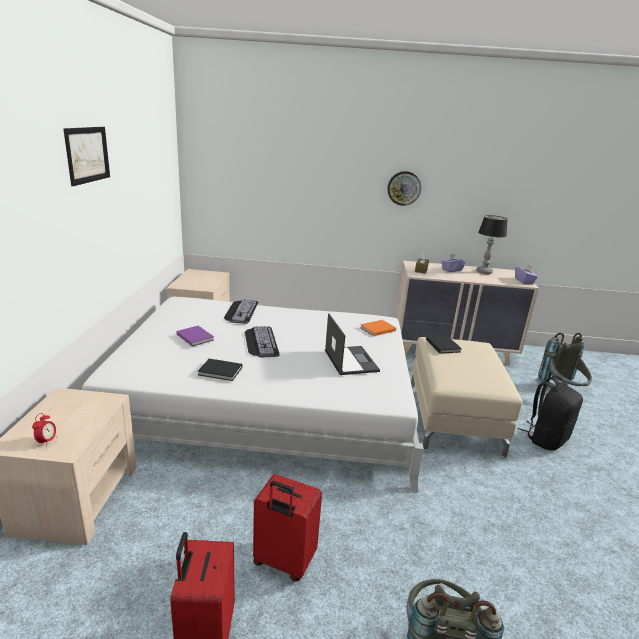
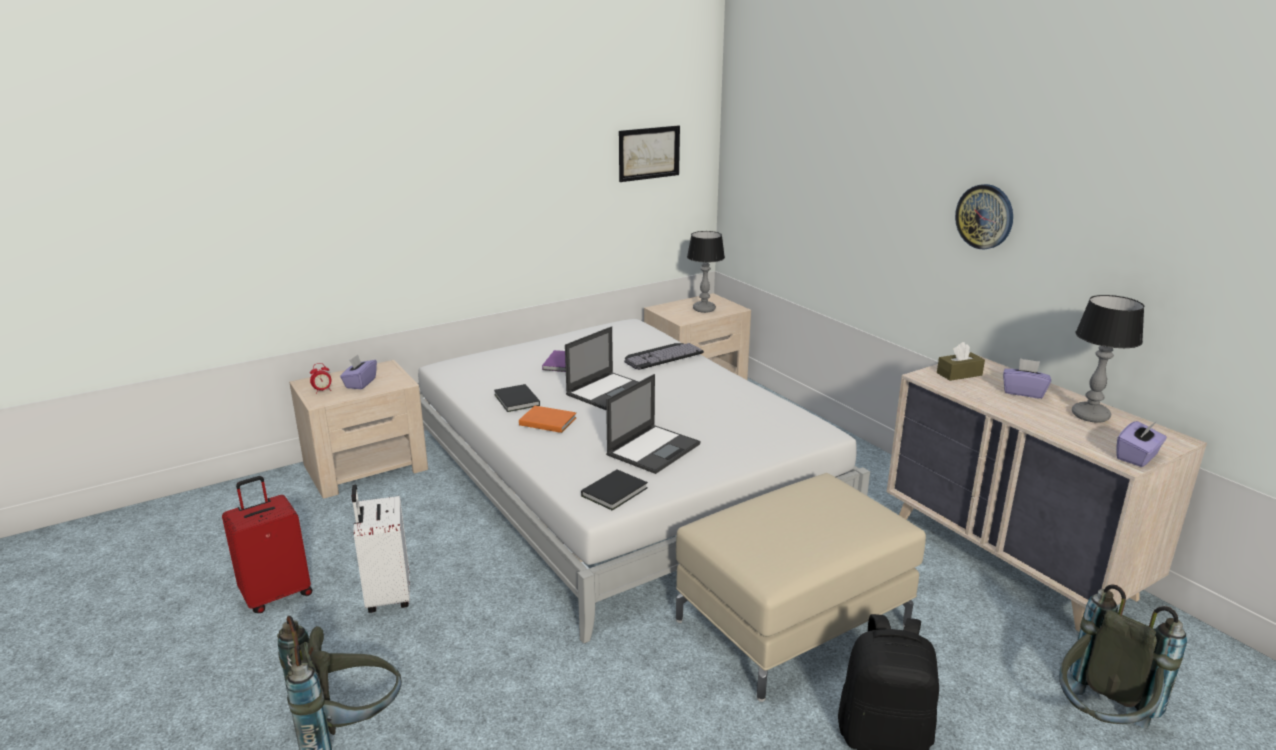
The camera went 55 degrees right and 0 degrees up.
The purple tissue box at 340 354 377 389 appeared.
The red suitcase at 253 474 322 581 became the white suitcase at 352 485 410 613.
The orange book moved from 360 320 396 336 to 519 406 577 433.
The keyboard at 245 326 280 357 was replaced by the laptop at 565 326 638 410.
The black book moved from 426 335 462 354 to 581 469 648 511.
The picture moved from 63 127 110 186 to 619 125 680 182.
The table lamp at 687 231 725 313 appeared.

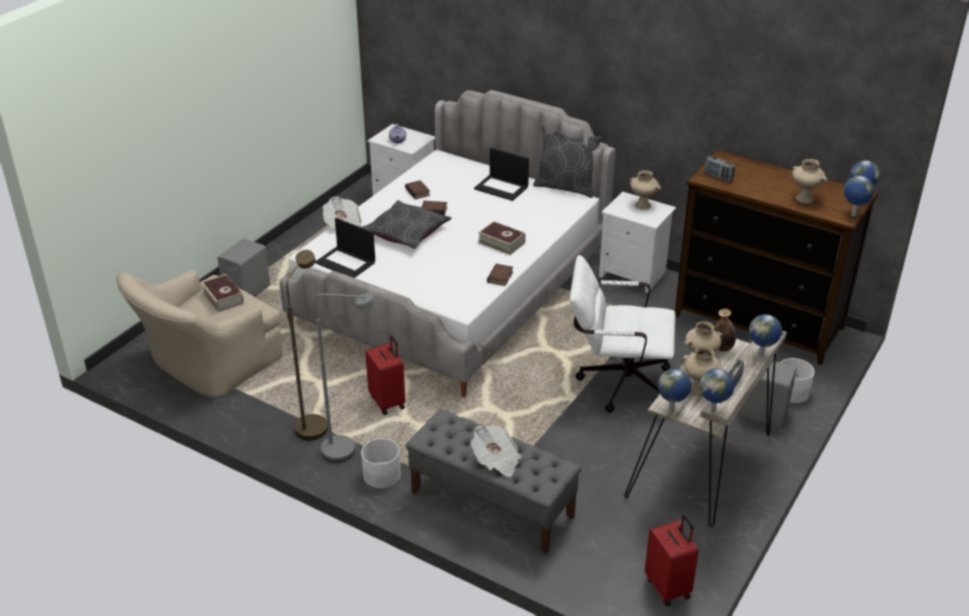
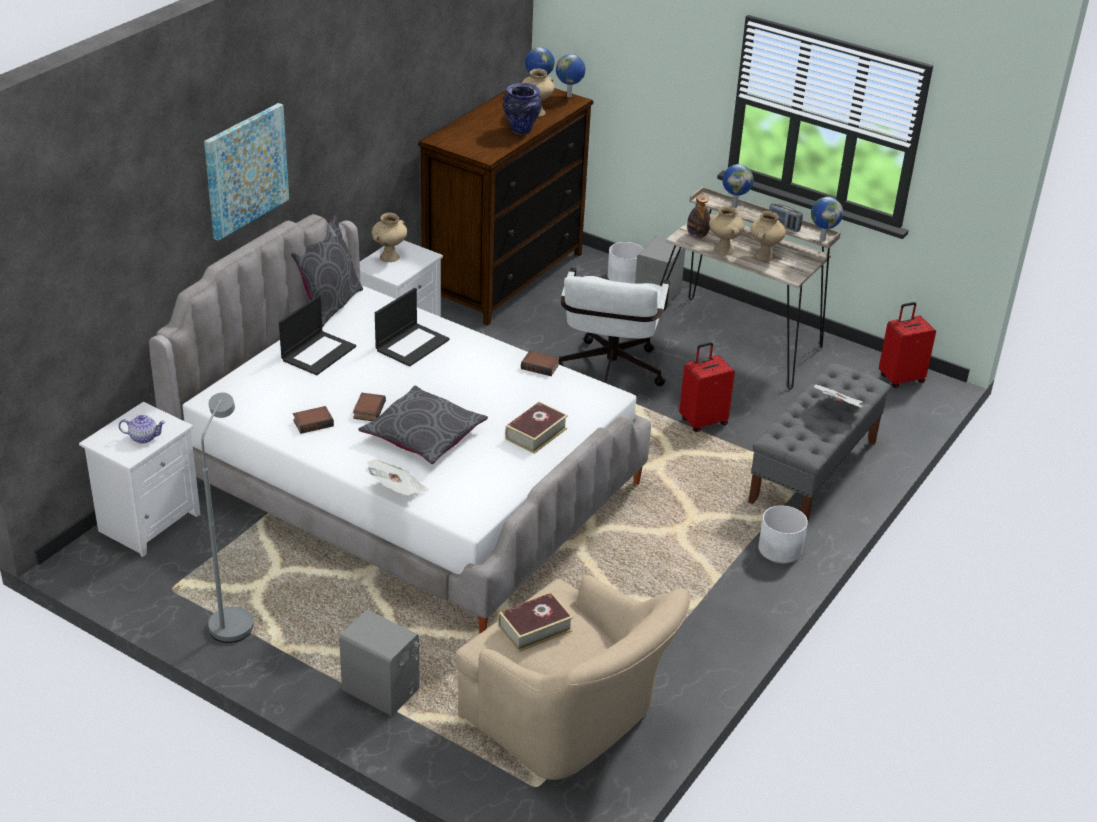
The camera went 90 degrees left and 0 degrees up.
The grey floor lamp moved from 315 293 376 462 to 201 393 254 643.
The picture at 204 103 289 241 appeared.
The laptop moved from 315 218 375 278 to 375 288 450 367.
The vase at 503 83 542 134 appeared.
The book moved from 478 221 526 255 to 505 401 568 454.
The red suitcase moved from 365 335 405 415 to 679 342 735 432.
The brown floor lamp at 286 250 328 440 disappeared.
The globe at 658 369 691 412 disappeared.
The radio at 704 156 735 182 disappeared.

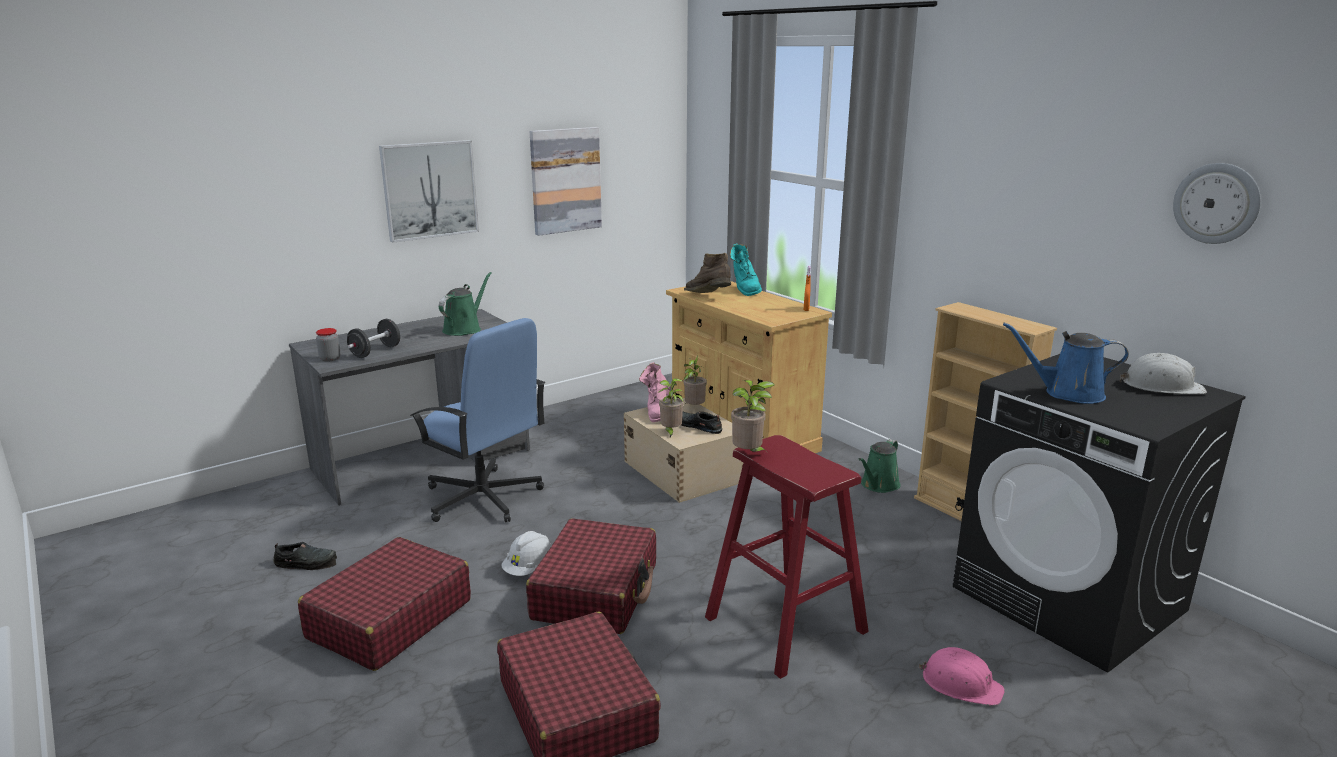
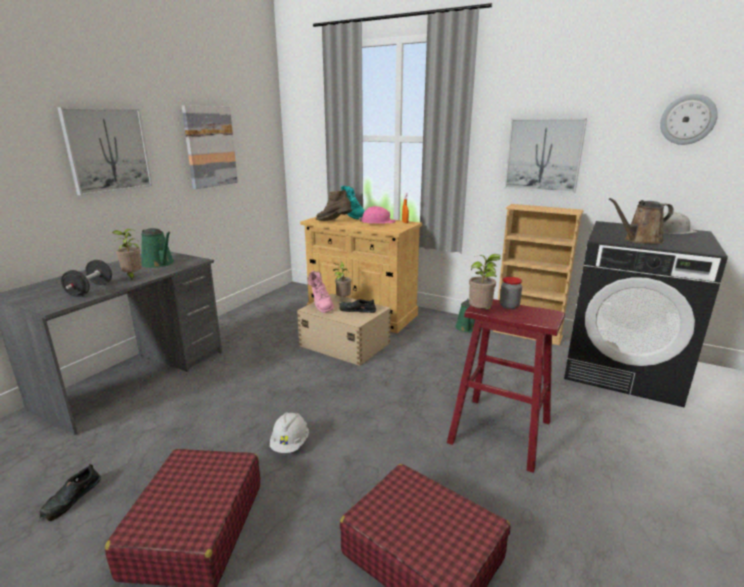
The camera went 25 degrees left and 0 degrees up.
The black shoe at 273 542 337 570 turned 135 degrees clockwise.
The potted plant moved from 659 378 684 437 to 112 229 142 281.
The green watering can at 439 272 492 336 turned 135 degrees clockwise.
The pink hard hat moved from 919 647 1004 706 to 359 206 395 224.
The jar moved from 316 328 340 362 to 500 277 522 309.
The picture at 504 118 587 193 appeared.
The blue watering can at 1003 322 1129 404 became the brown watering can at 609 198 674 244.
The blue office chair at 410 318 545 522 disappeared.
The red suitcase at 526 518 656 634 disappeared.

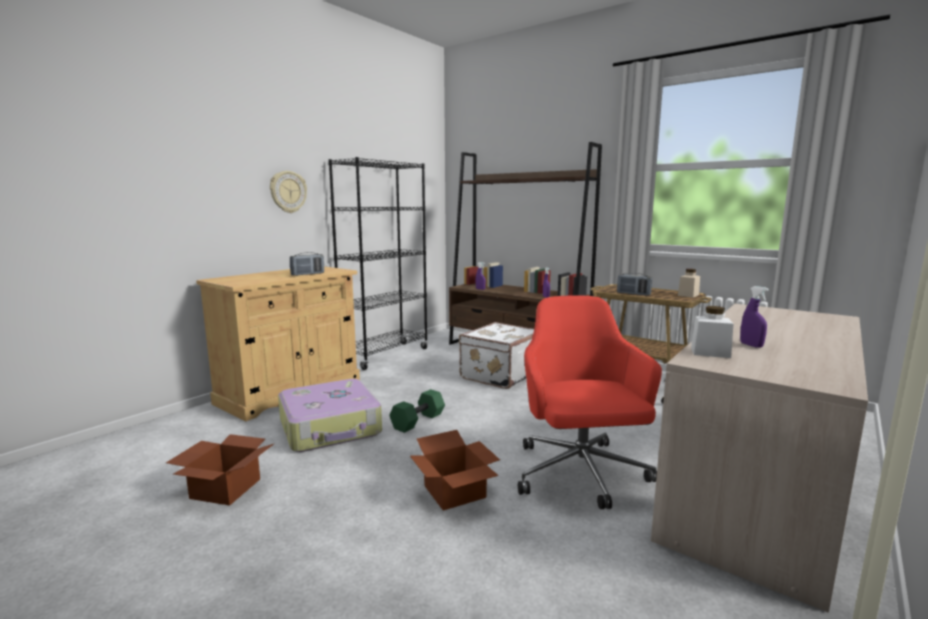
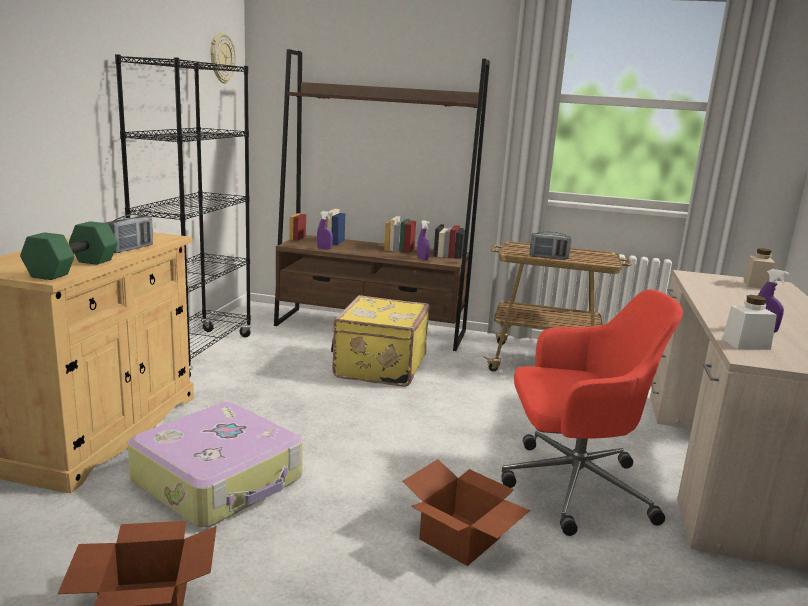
The camera went 25 degrees left and 5 degrees up.
The green dumbbell moved from 390 389 445 433 to 20 221 118 280.
The wall clock moved from 270 171 307 213 to 211 33 236 84.
The white suitcase at 459 322 534 389 became the yellow suitcase at 331 295 430 387.
The red office chair at 518 295 662 509 turned 120 degrees clockwise.
The beige jar moved from 678 269 700 298 to 744 248 775 289.

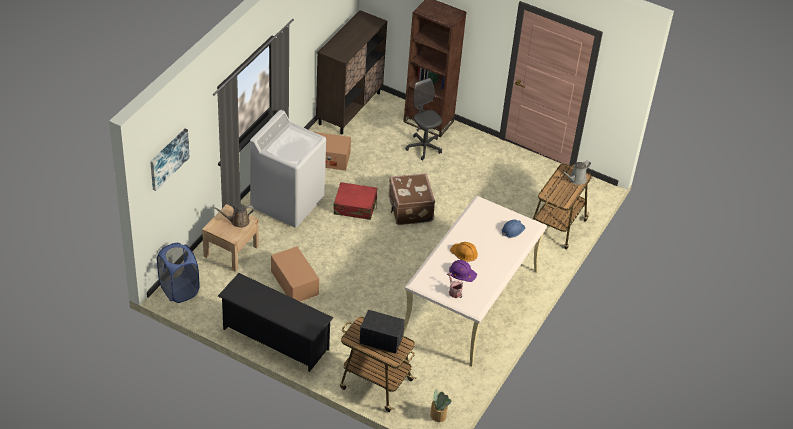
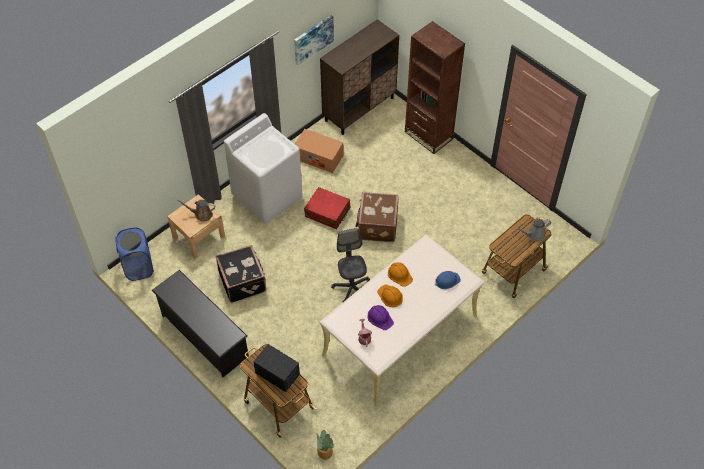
The camera went 20 degrees right and 10 degrees up.
The cardboard box at 271 246 319 301 was replaced by the black suitcase at 216 245 266 303.
The picture moved from 150 129 190 191 to 294 15 334 65.
The grey office chair moved from 405 78 442 161 to 331 228 370 302.
The orange hard hat at 388 262 413 287 appeared.

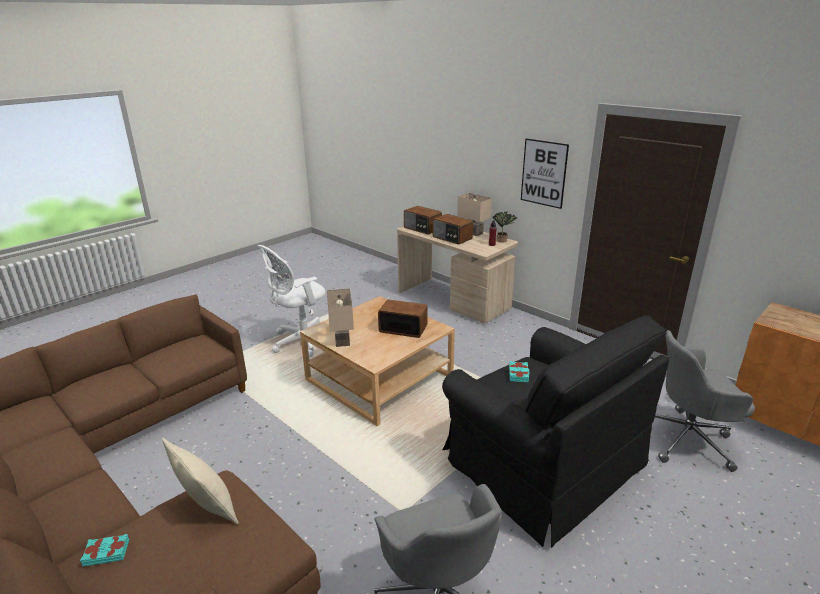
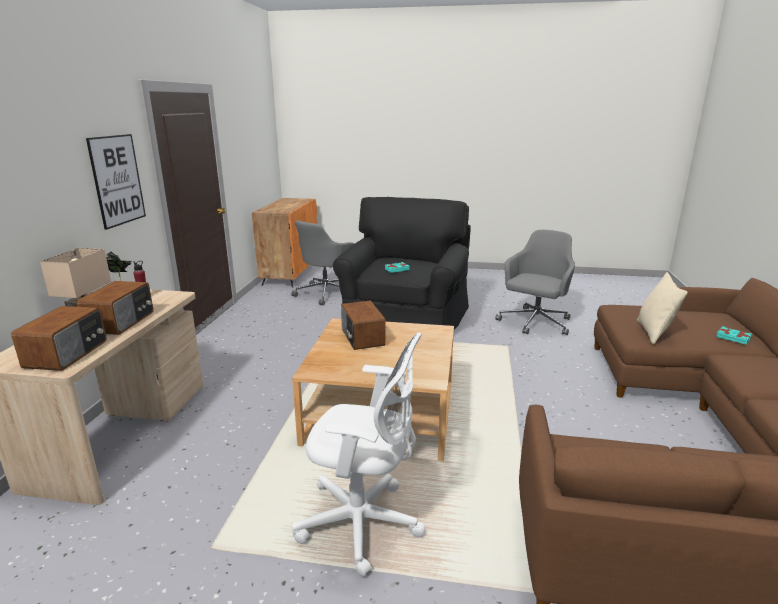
The camera went 125 degrees left and 5 degrees down.
The grey office chair at 655 330 755 472 turned 75 degrees clockwise.
The beige table lamp at 327 288 354 347 disappeared.

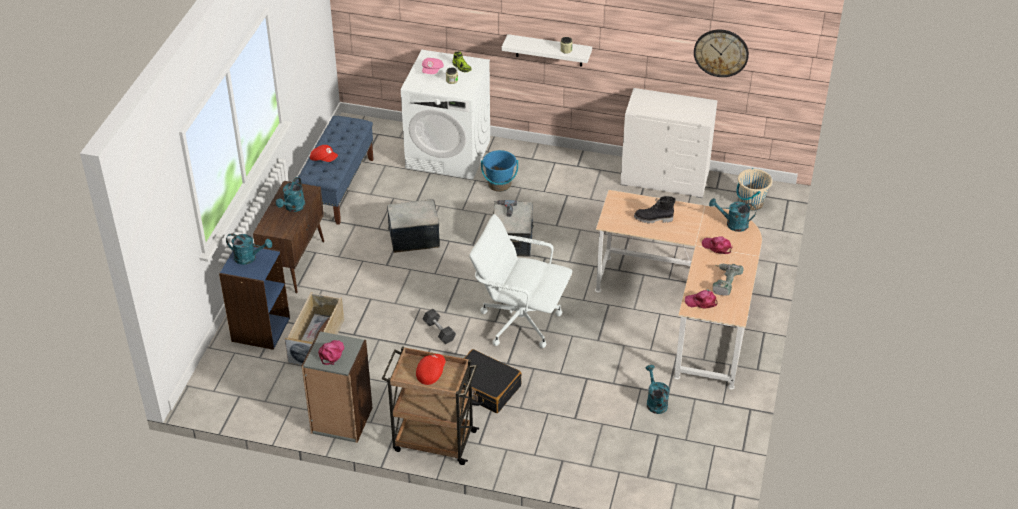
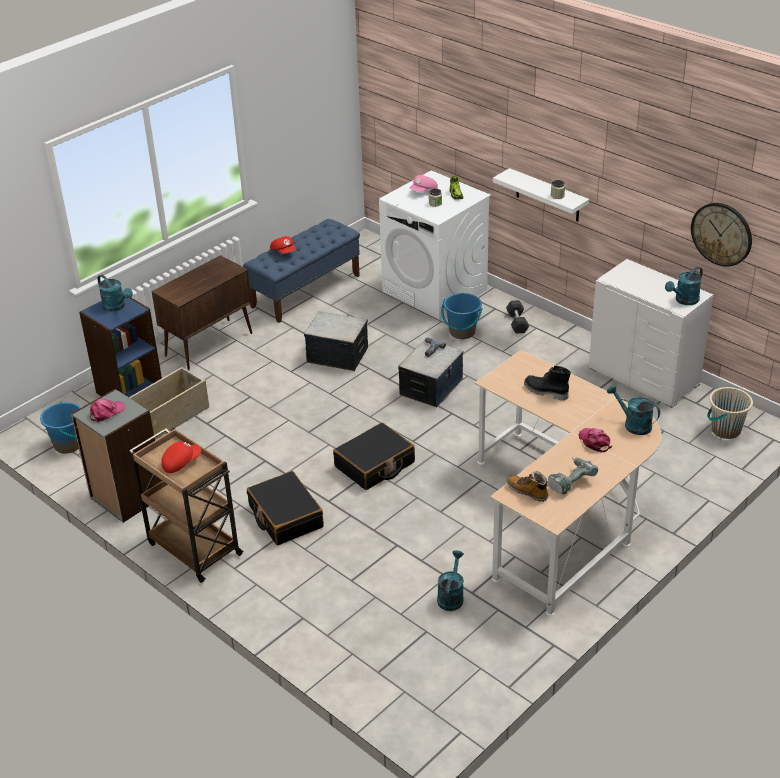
The camera went 30 degrees right and 5 degrees down.
The blue bucket at 40 402 81 454 appeared.
The white office chair at 469 214 572 348 was replaced by the black suitcase at 333 423 415 490.
The black dumbbell moved from 423 309 456 344 to 506 300 529 334.
The pink cap at 685 290 718 309 was replaced by the boot at 507 471 549 502.
The turquoise watering can moved from 276 177 305 212 to 665 267 703 305.

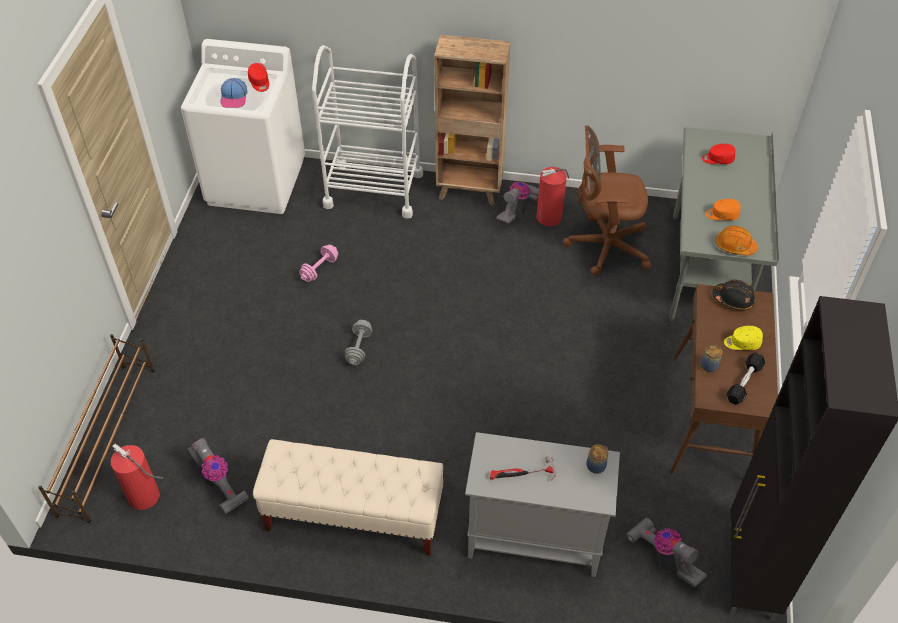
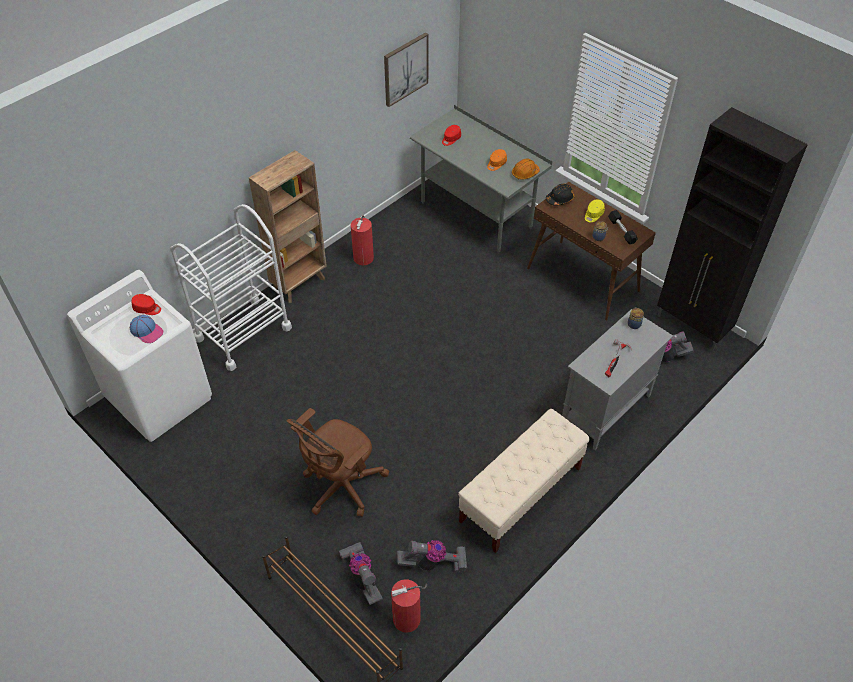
The camera went 55 degrees left and 0 degrees up.
The brown office chair moved from 563 125 651 276 to 286 408 389 517.
The vacuum cleaner moved from 496 182 539 224 to 339 542 383 605.
The picture at 384 33 428 107 appeared.
The pink dumbbell at 299 245 338 282 disappeared.
The grey dumbbell at 345 320 372 365 disappeared.

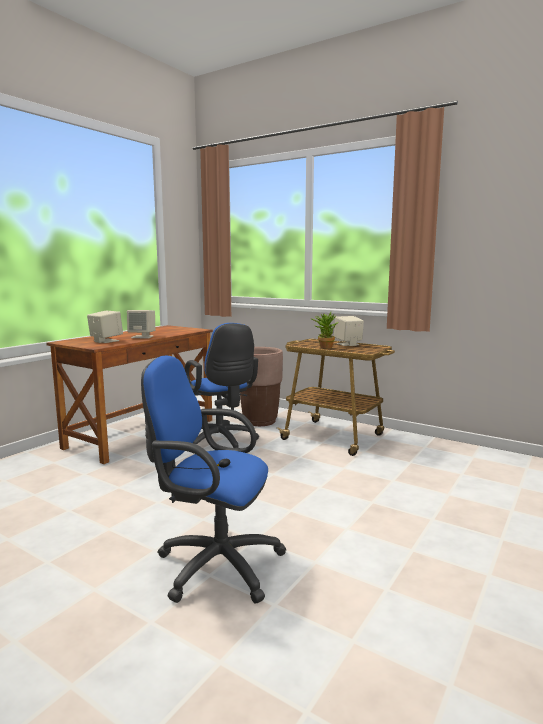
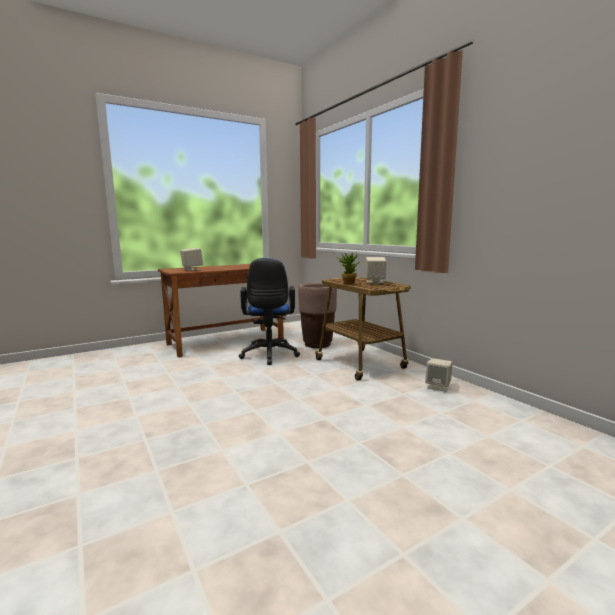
The camera went 25 degrees right and 0 degrees up.
The beige speaker moved from 127 310 155 338 to 425 358 453 392.
The blue office chair at 141 355 287 604 disappeared.

